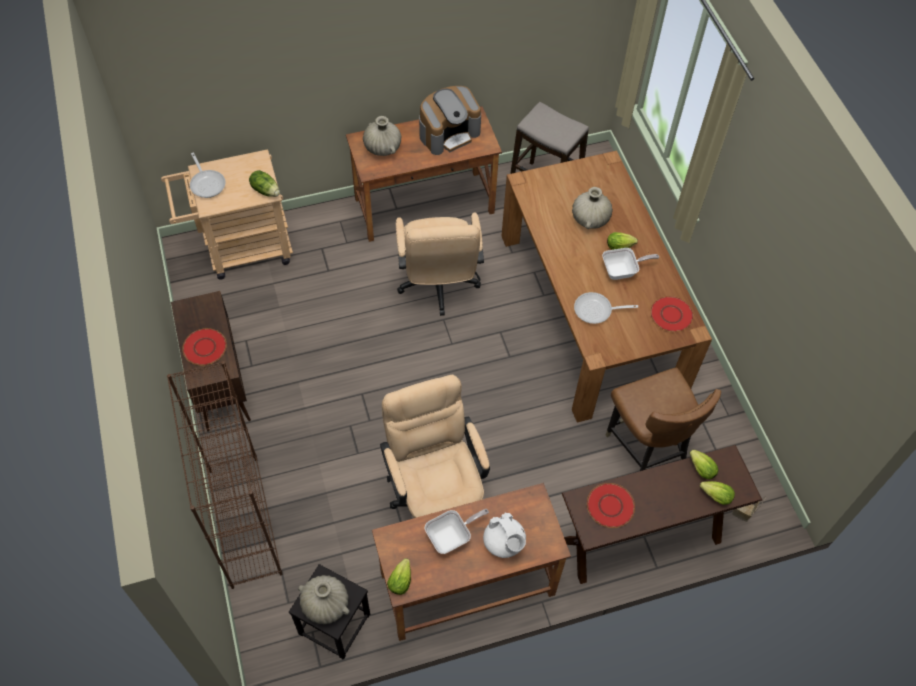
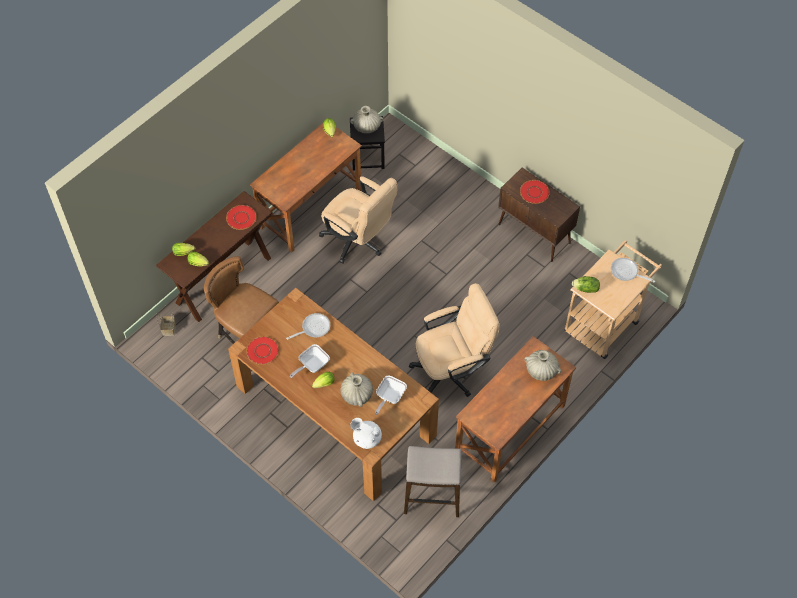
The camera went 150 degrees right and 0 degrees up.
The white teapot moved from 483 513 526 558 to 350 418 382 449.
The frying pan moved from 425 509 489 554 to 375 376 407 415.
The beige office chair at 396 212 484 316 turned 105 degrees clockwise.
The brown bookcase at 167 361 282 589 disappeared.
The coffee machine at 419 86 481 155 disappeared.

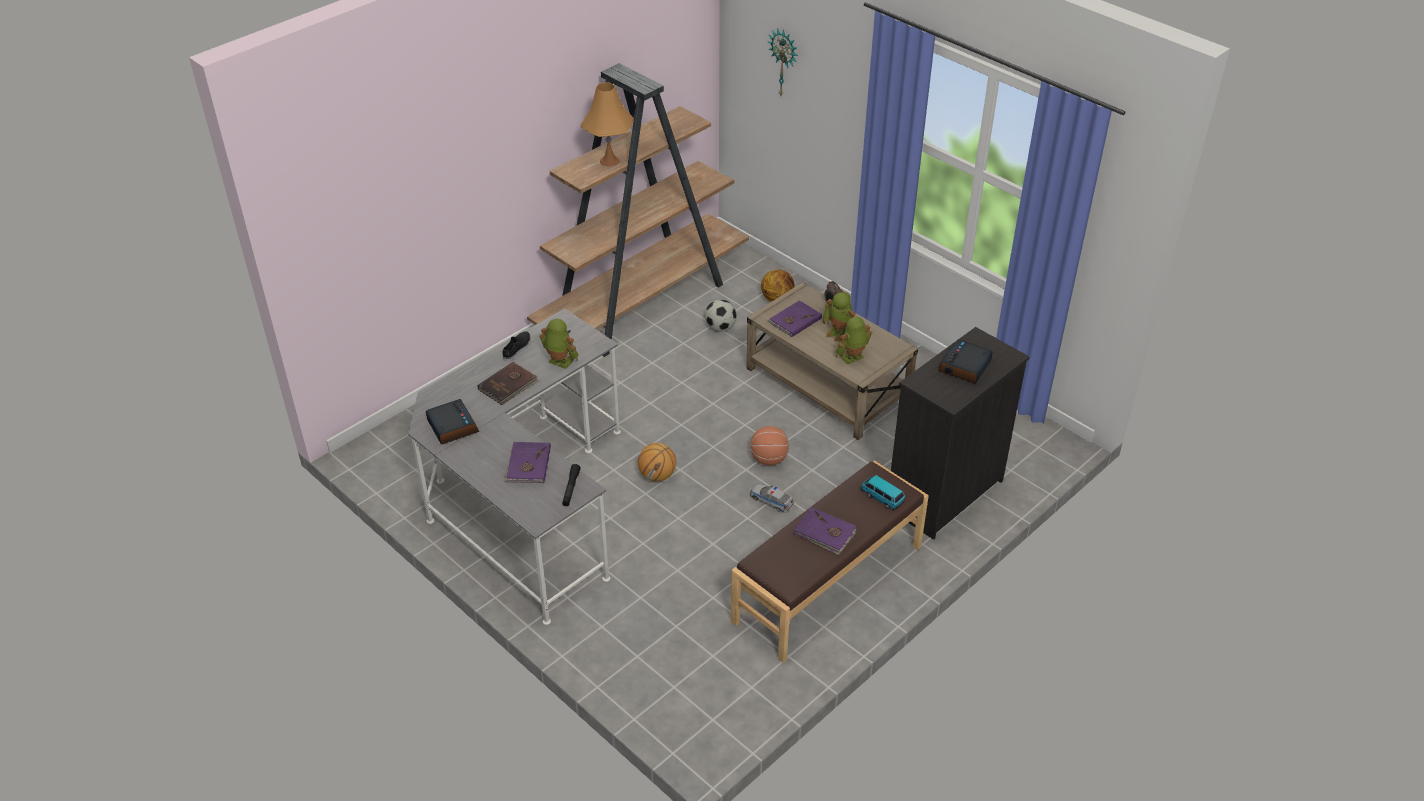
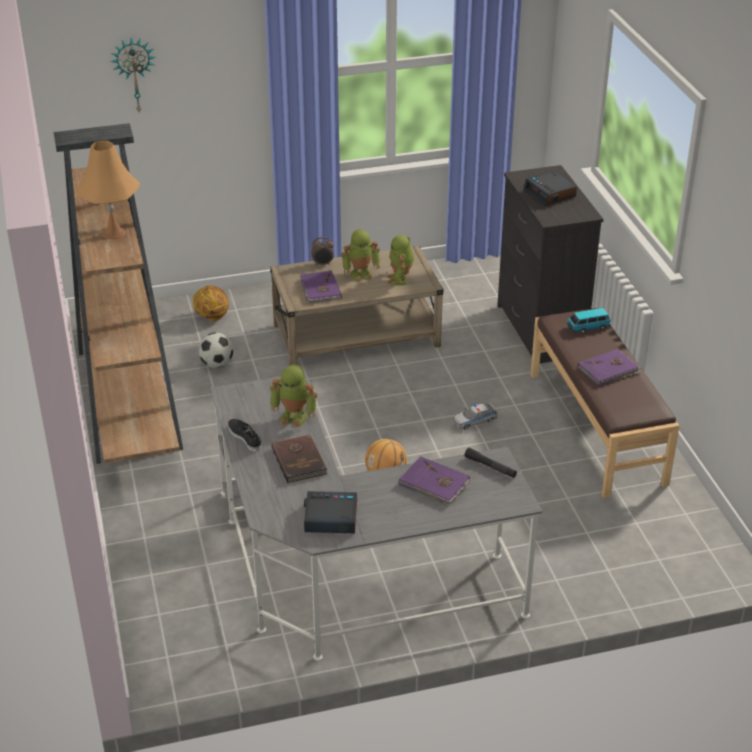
The camera went 60 degrees left and 5 degrees down.
The toy robot at 539 319 579 369 turned 135 degrees counterclockwise.
The basketball at 750 426 789 465 disappeared.

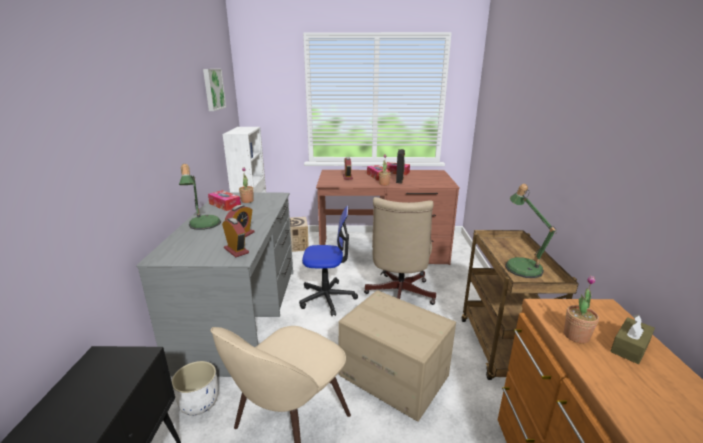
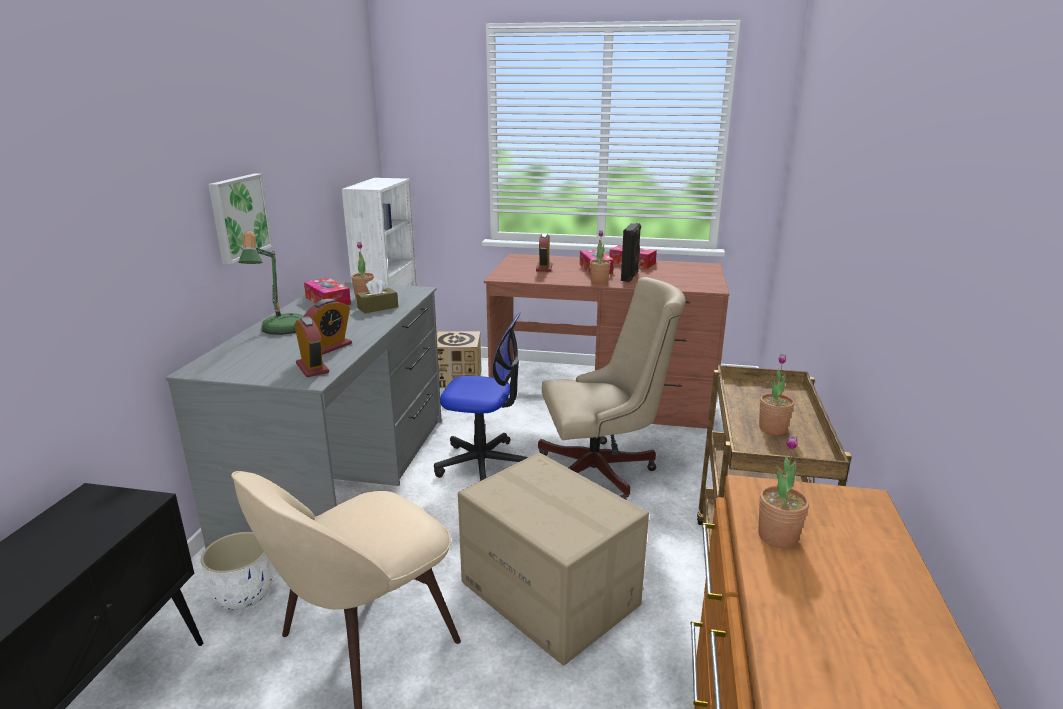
The camera went 10 degrees right and 0 degrees up.
The picture moved from 203 69 226 111 to 208 174 273 264.
The brown tissue box moved from 610 314 655 364 to 356 278 398 313.
The beige office chair at 364 197 436 305 turned 120 degrees counterclockwise.
The table lamp at 505 184 557 278 was replaced by the potted plant at 759 354 794 435.

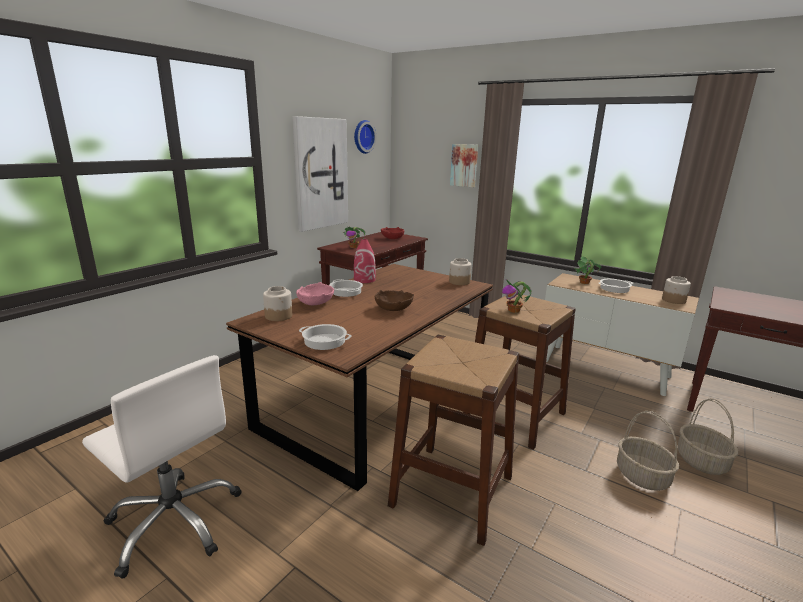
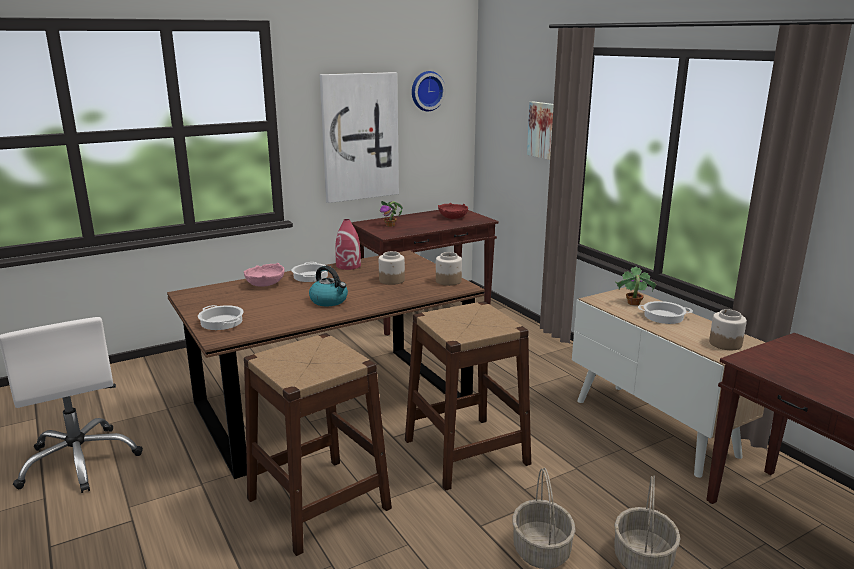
The camera went 25 degrees right and 0 degrees up.
The brown bowl at 375 290 414 311 was replaced by the kettle at 309 266 348 306.
The jar moved from 263 286 292 321 to 379 251 405 285.
The potted plant at 502 280 532 313 disappeared.

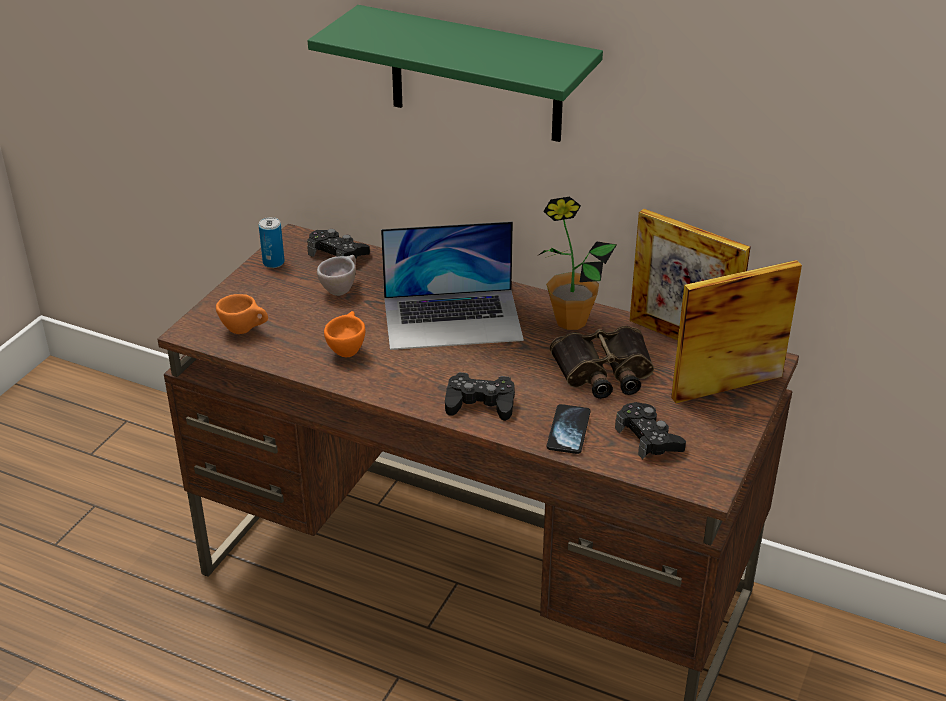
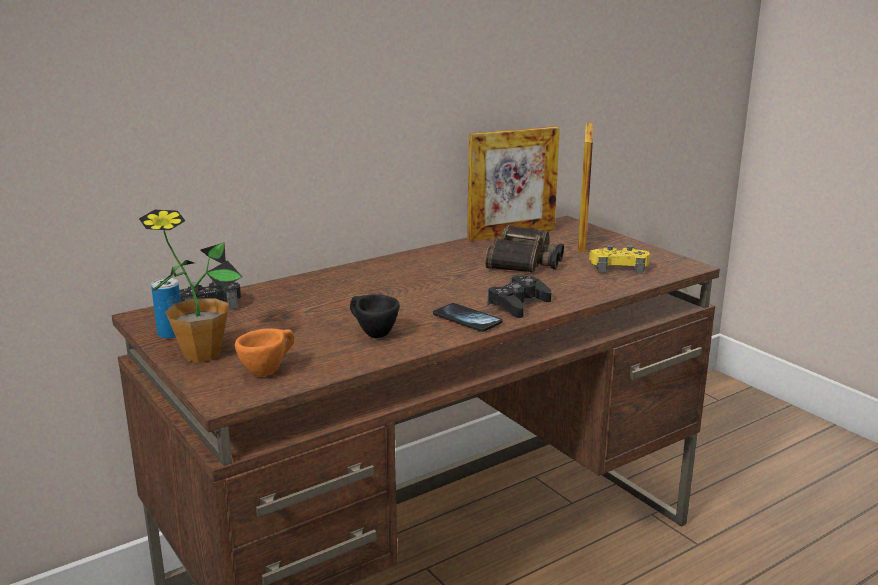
The camera went 60 degrees left and 15 degrees down.
The potted plant moved from 539 196 617 330 to 139 210 242 363.
The orange cup at 324 311 365 357 became the black cup at 350 294 400 338.
The phone moved from 547 404 590 454 to 433 303 502 332.
The black game controller at 615 402 686 460 became the yellow game controller at 589 244 650 274.
The green shelf at 308 5 603 142 disappeared.
The beige cup at 317 255 356 296 disappeared.
The laptop at 381 221 524 350 disappeared.

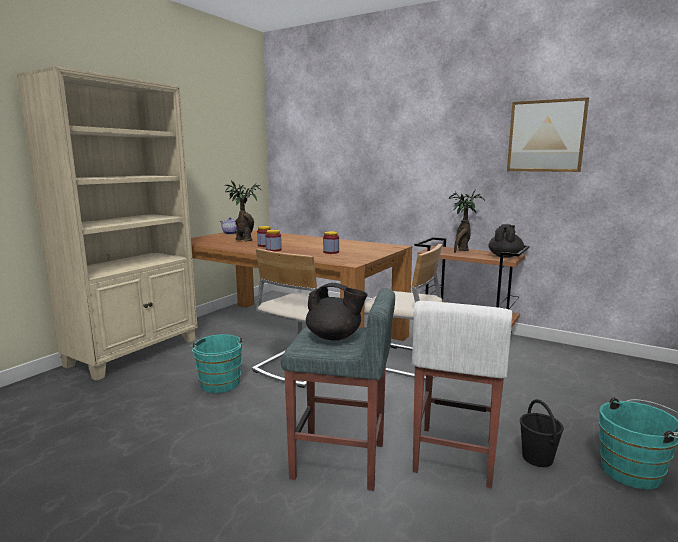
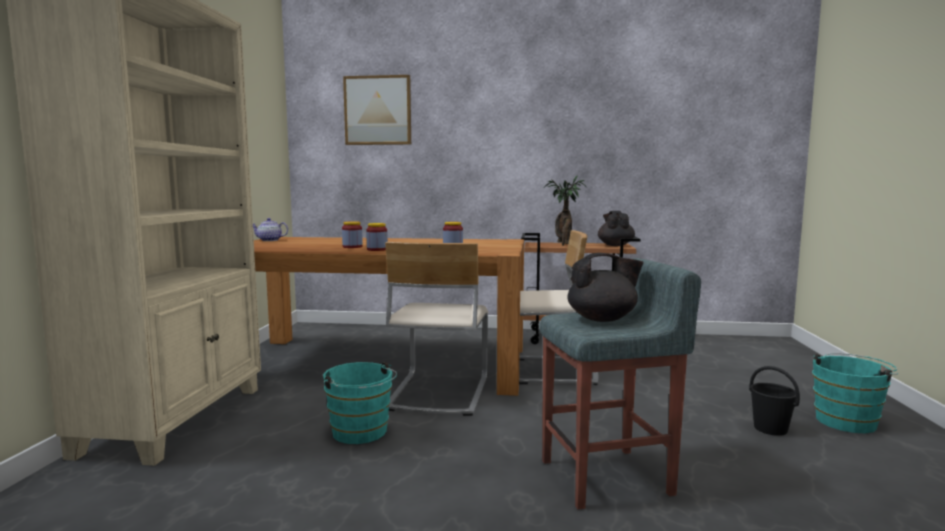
The camera went 25 degrees left and 5 degrees down.
The picture moved from 507 97 589 172 to 343 75 411 145.
The potted plant at 225 180 262 242 disappeared.
The white stool at 412 301 512 488 disappeared.

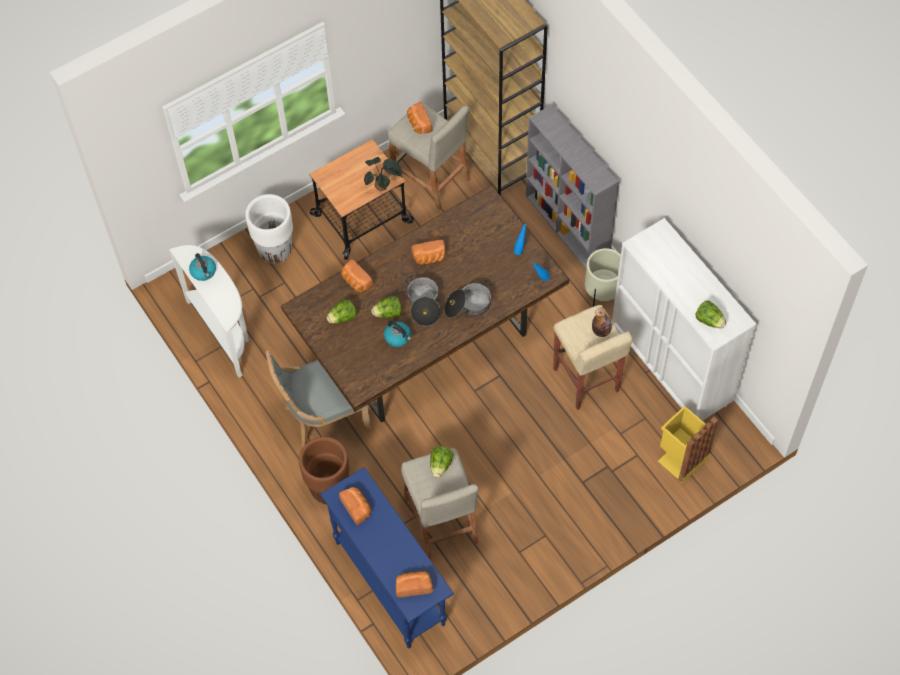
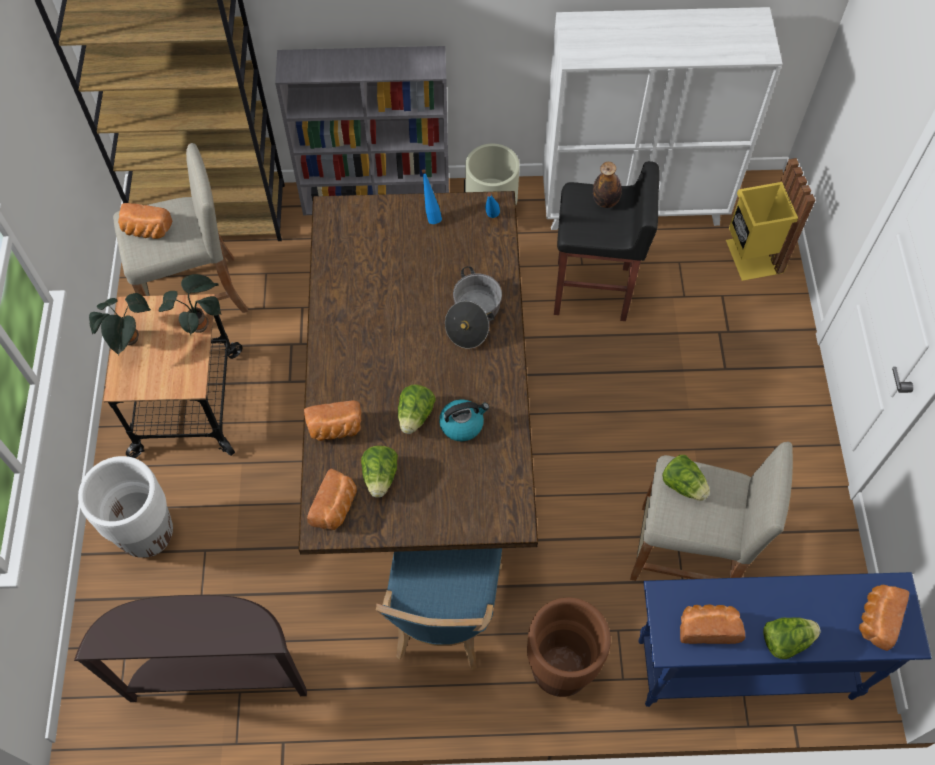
The camera went 60 degrees left and 0 degrees up.
The white console table at 169 245 249 378 became the brown console table at 74 595 307 702.
The potted plant at 89 293 151 356 appeared.
The bread moved from 411 240 446 265 to 307 469 357 530.
The grey chair at 266 350 372 447 became the blue chair at 376 548 502 670.
The beige stool at 553 305 632 410 became the black stool at 554 161 660 321.
The lettuce moved from 696 300 726 329 to 763 617 821 659.
The kettle at 189 253 216 281 disappeared.
The cooking pot at 406 276 441 326 disappeared.

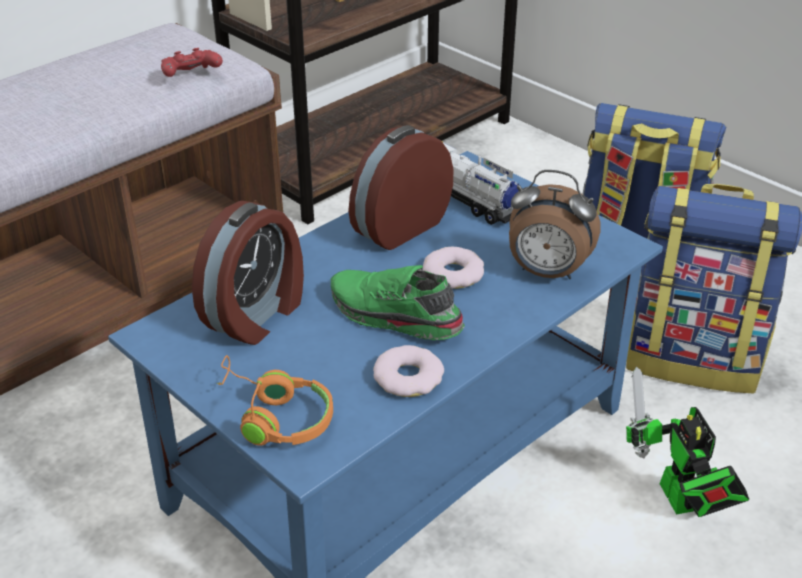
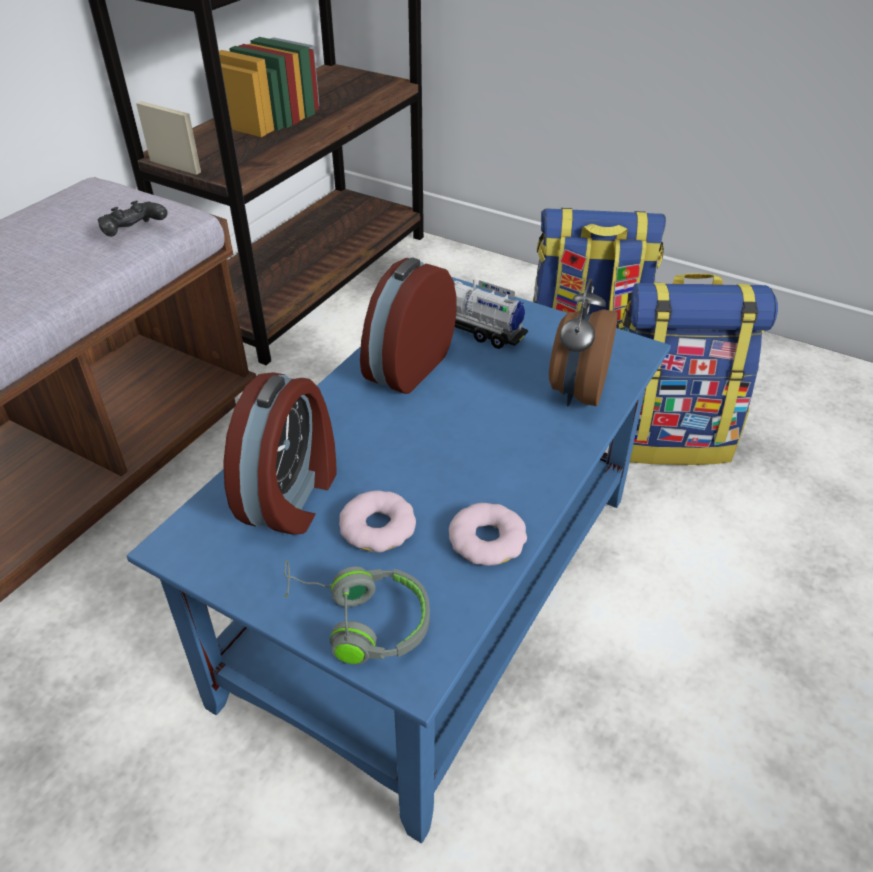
The camera went 15 degrees left and 5 degrees up.
The red game controller at 161 48 223 77 became the black game controller at 98 200 168 237.
The orange headphones at 217 355 333 446 became the grey headphones at 284 560 430 665.
The donut moved from 423 247 484 289 to 339 490 416 552.
The alarm clock at 509 170 601 279 turned 105 degrees clockwise.
The green shoe at 331 265 465 340 disappeared.
The toy robot at 626 366 749 517 disappeared.

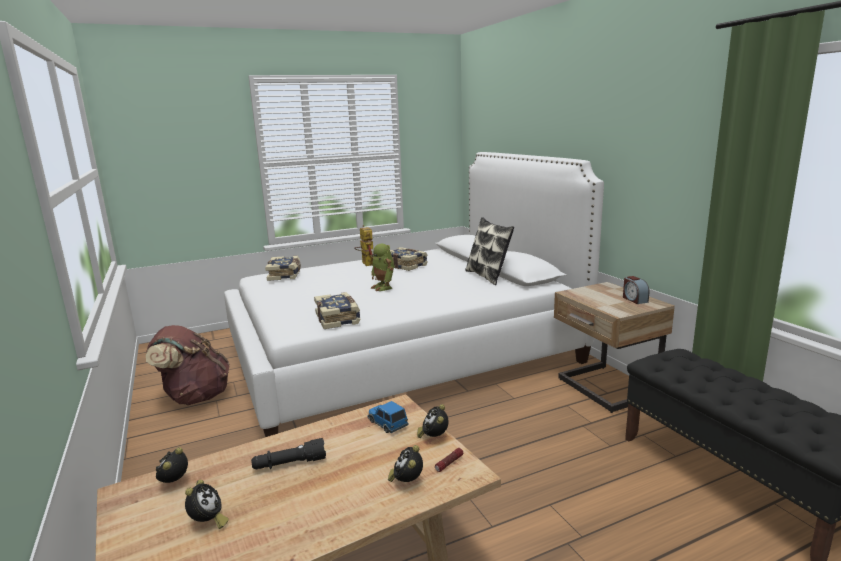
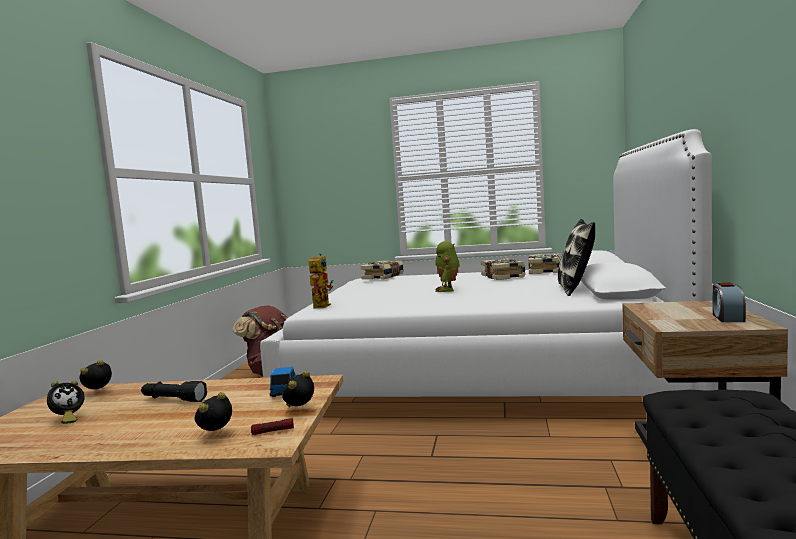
The camera went 35 degrees right and 10 degrees down.
The toy robot moved from 354 225 373 266 to 309 253 333 308.
The book moved from 314 292 361 329 to 528 254 561 274.

